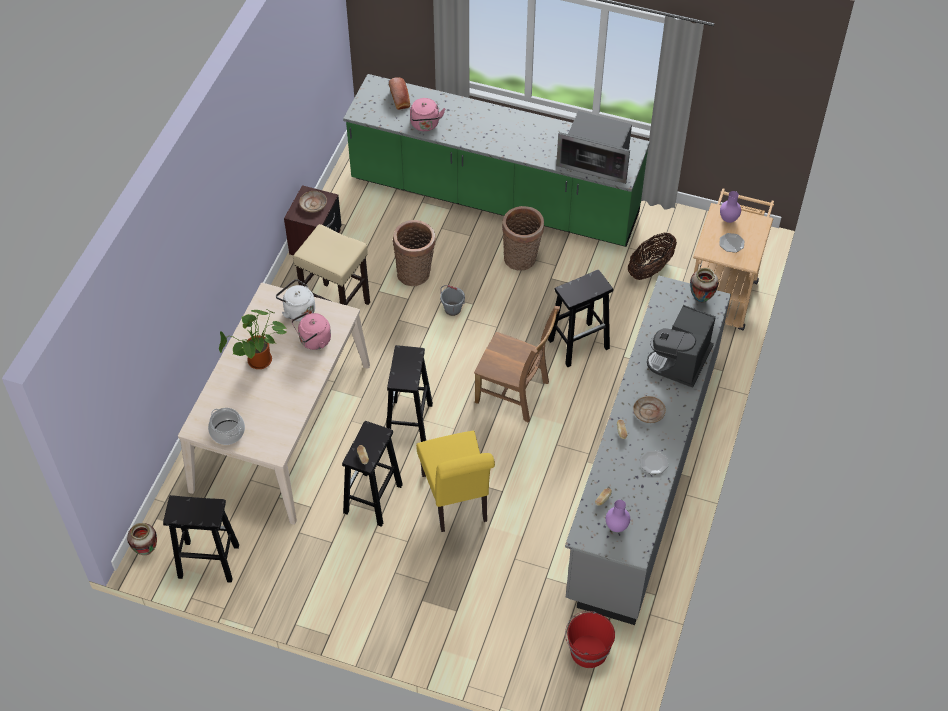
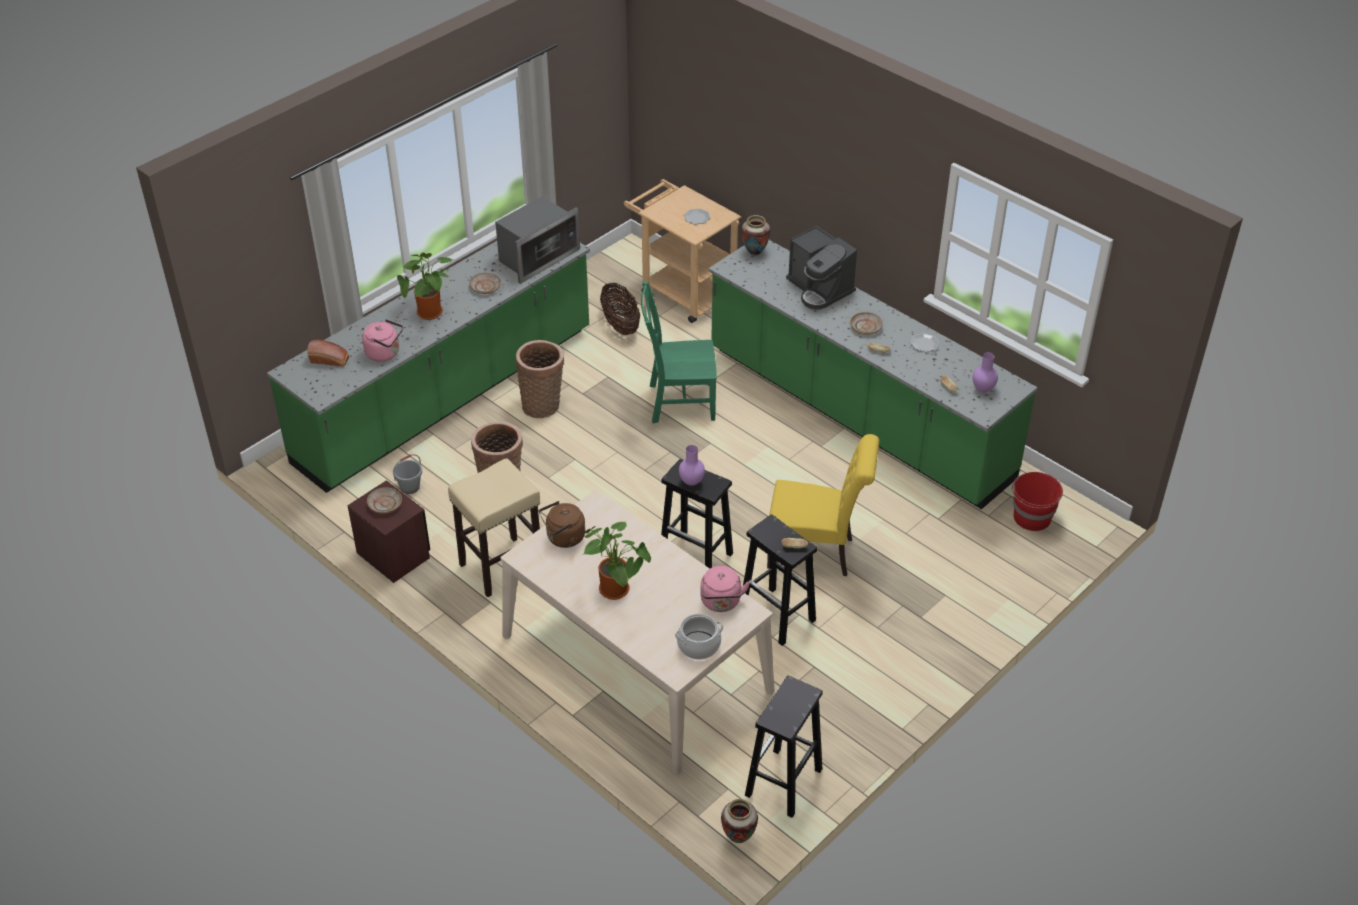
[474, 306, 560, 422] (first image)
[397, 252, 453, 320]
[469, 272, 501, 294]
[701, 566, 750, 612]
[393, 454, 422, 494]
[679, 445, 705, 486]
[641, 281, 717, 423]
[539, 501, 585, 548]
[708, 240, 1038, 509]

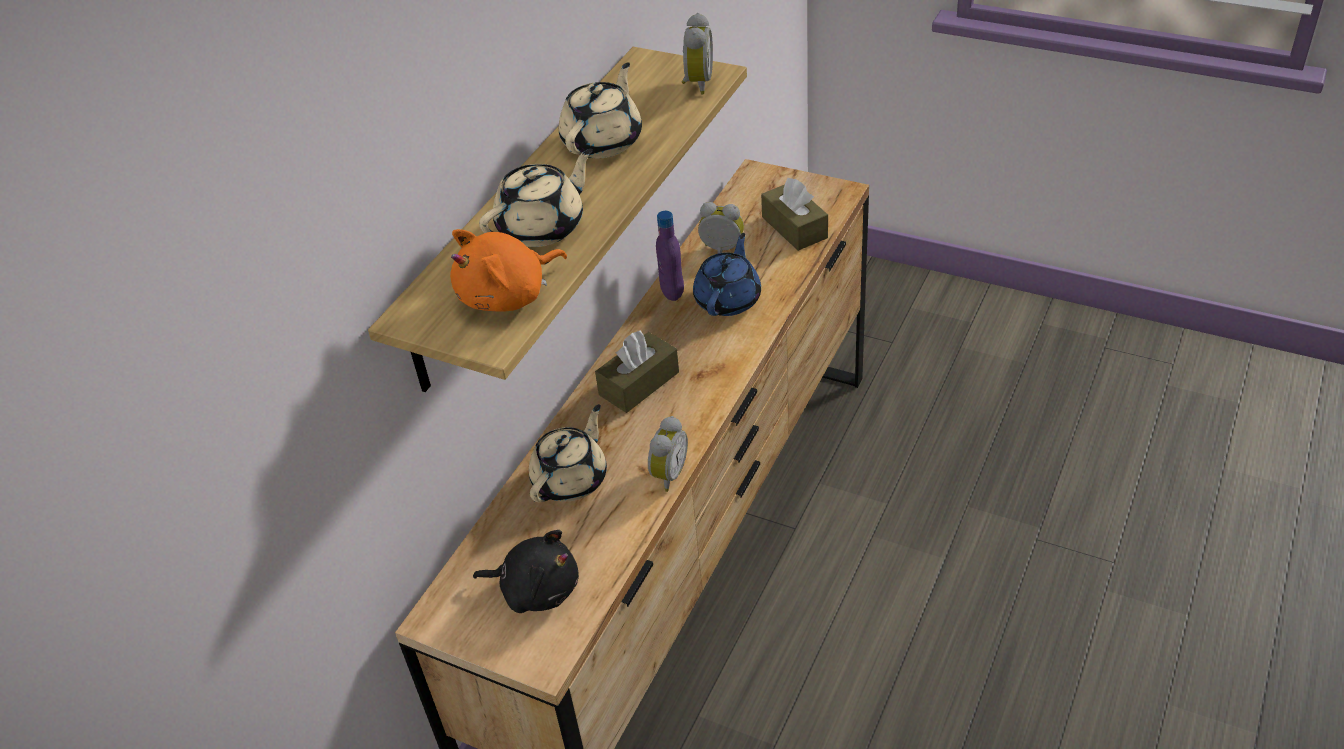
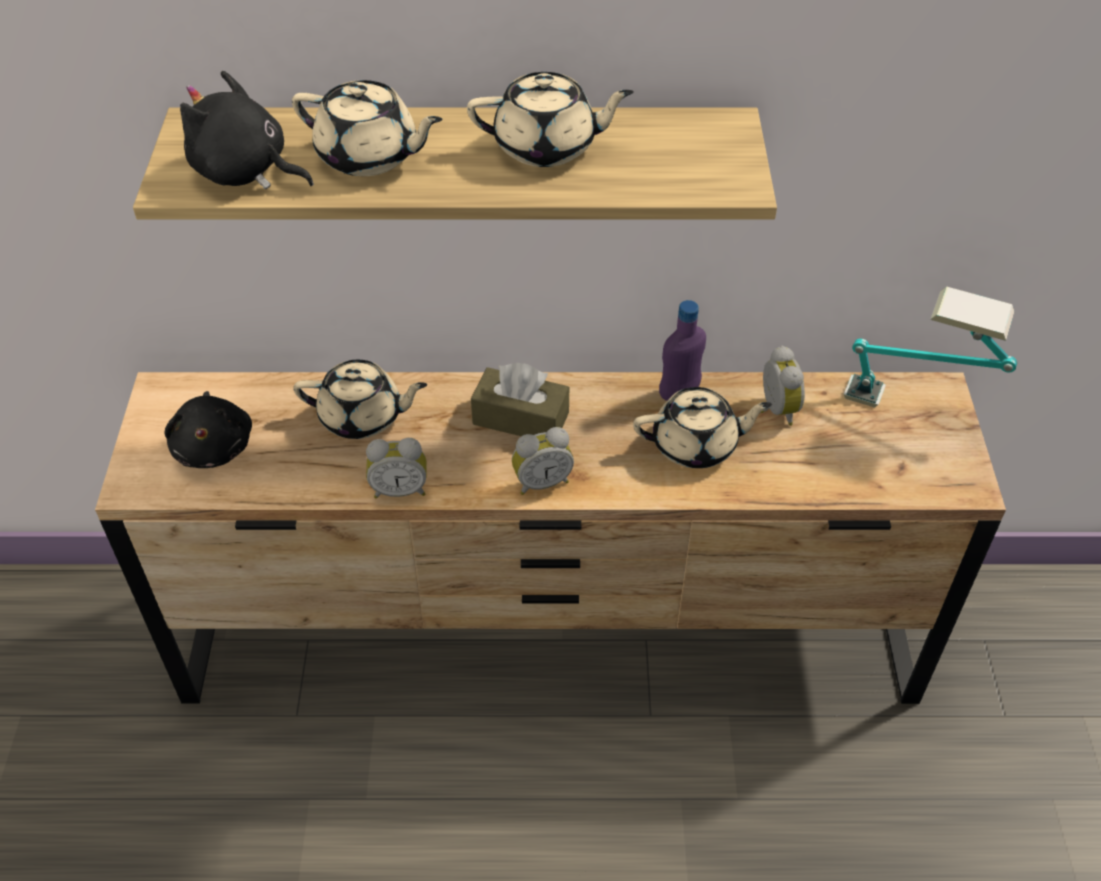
[761, 178, 828, 251] (first image)
[844, 287, 1017, 408]
[512, 427, 574, 495]
[180, 71, 314, 189]
[633, 387, 772, 468]

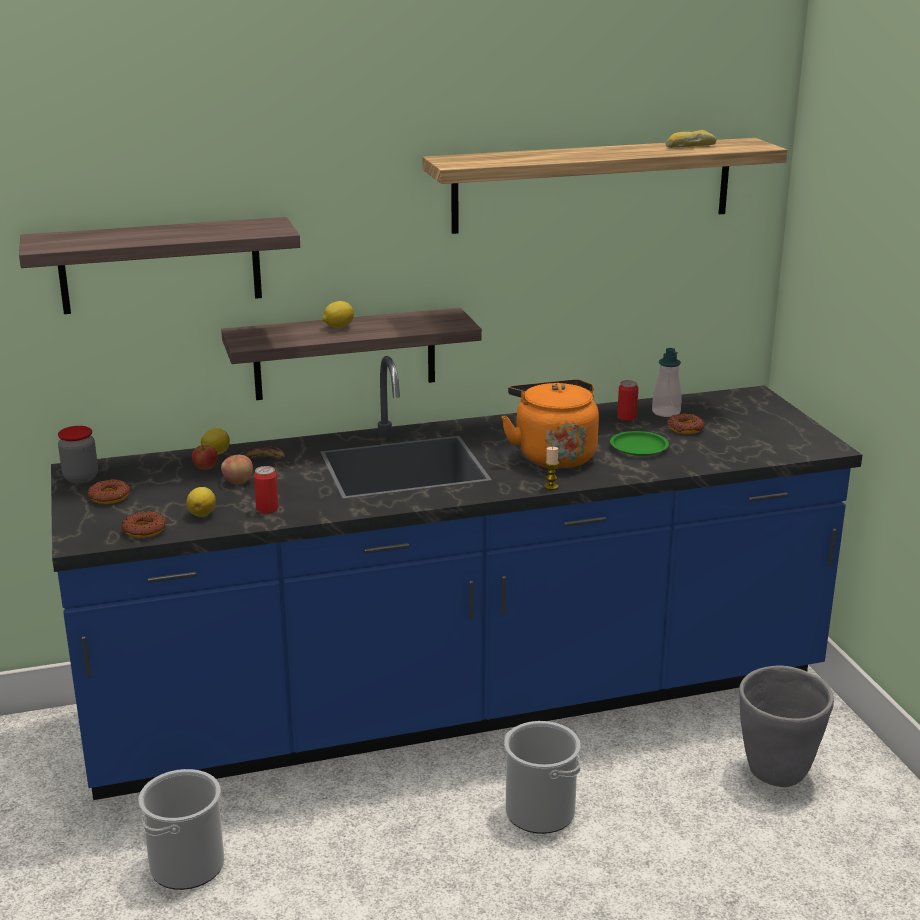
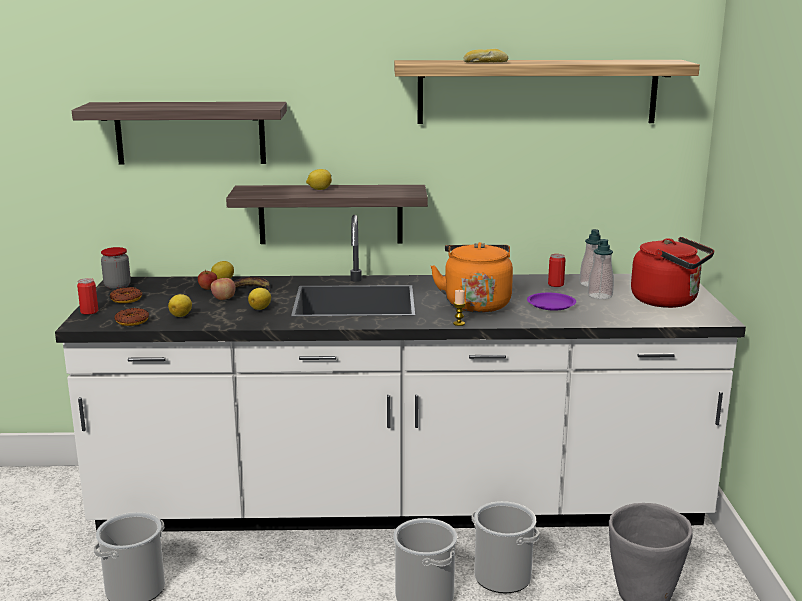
[248, 288, 271, 310]
[472, 501, 539, 593]
[631, 237, 714, 308]
[77, 278, 99, 315]
[464, 49, 508, 62]
[588, 239, 614, 299]
[55, 215, 746, 532]
[527, 293, 576, 311]

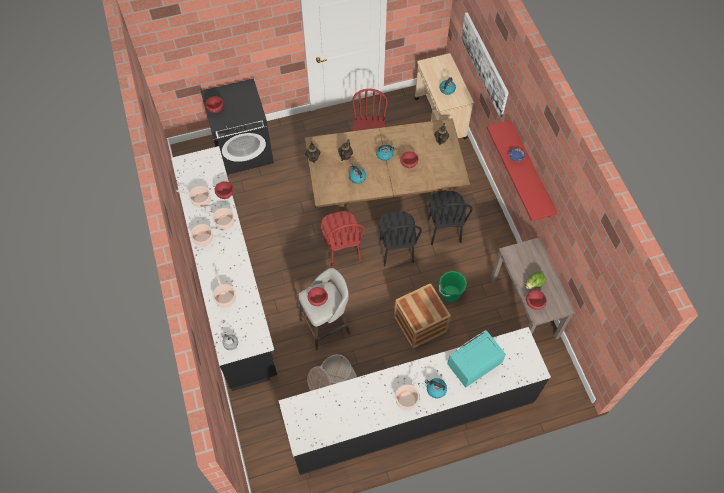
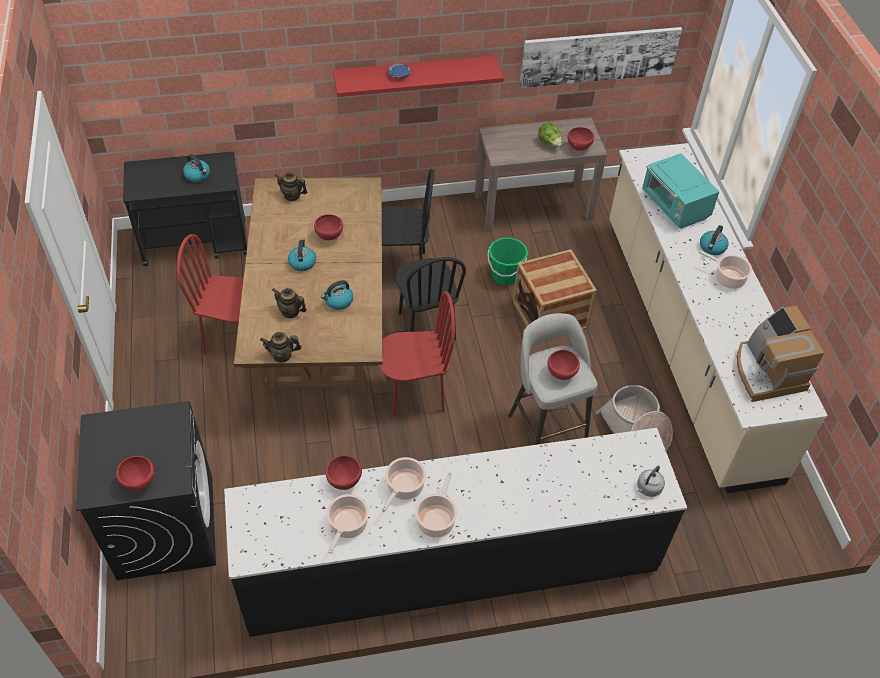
[213, 272, 236, 308] (first image)
[737, 306, 824, 402]
[520, 27, 682, 88]
[609, 143, 828, 493]
[123, 151, 247, 266]
[395, 257, 466, 340]

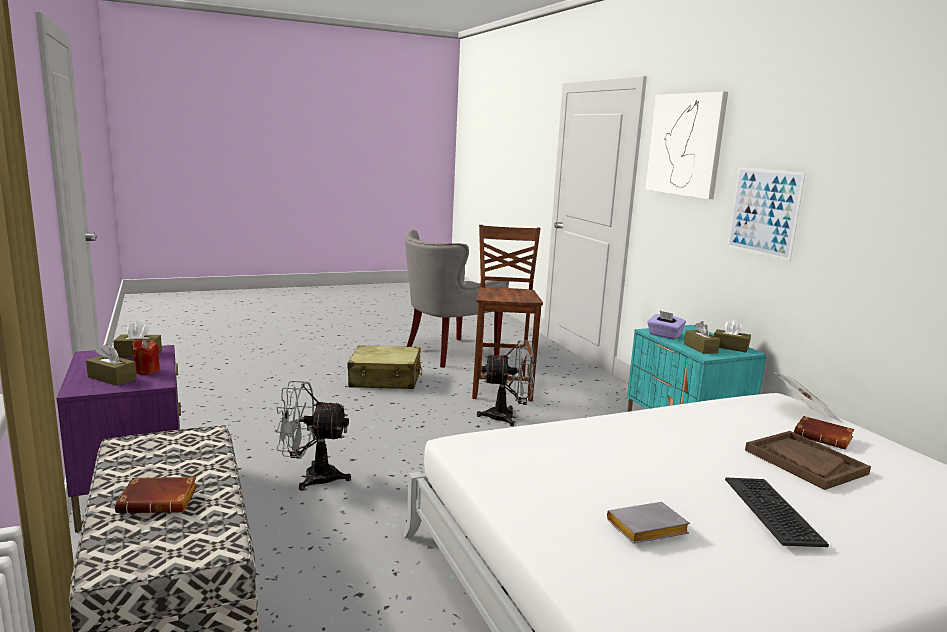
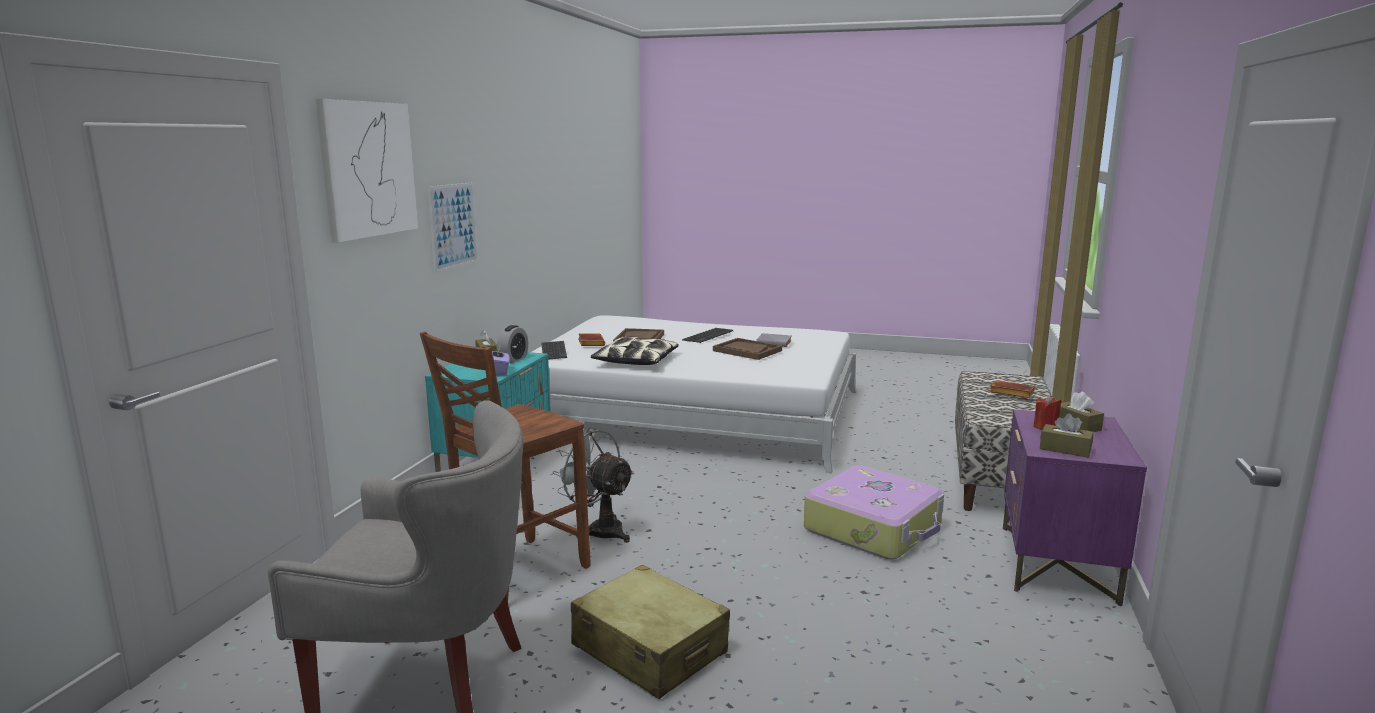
[591, 336, 679, 365]
[713, 338, 782, 360]
[804, 465, 944, 559]
[497, 325, 528, 363]
[541, 341, 567, 360]

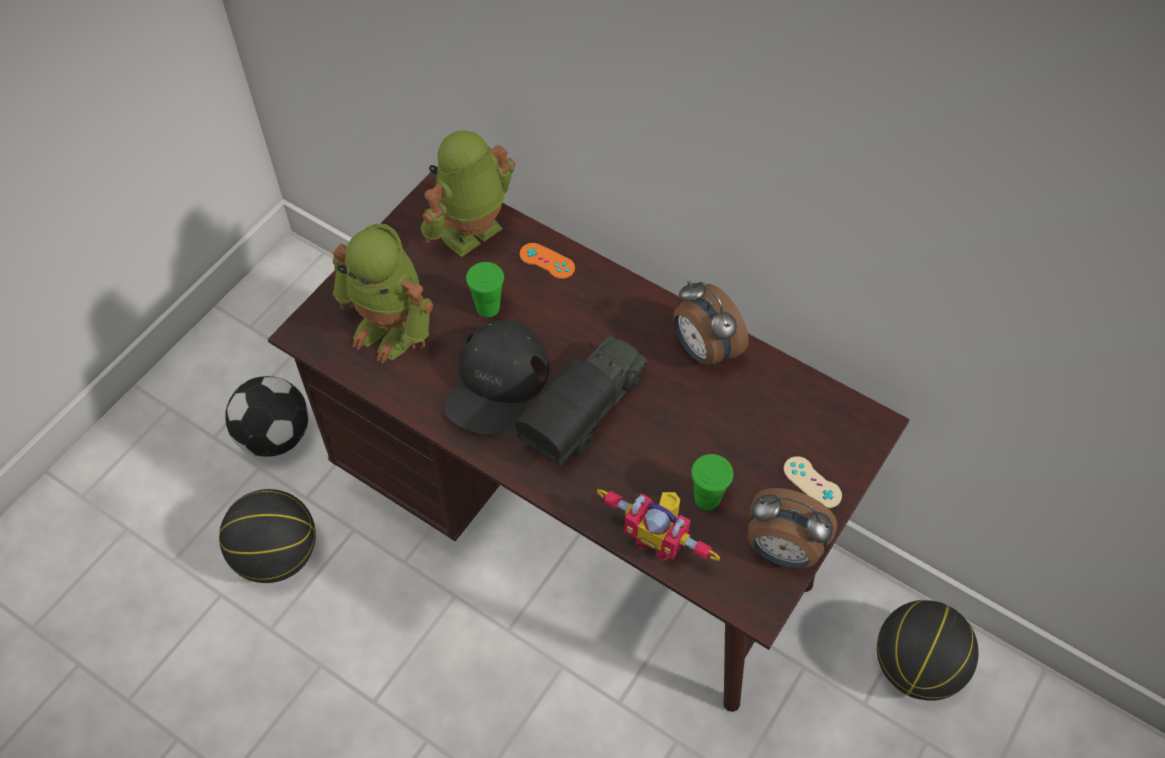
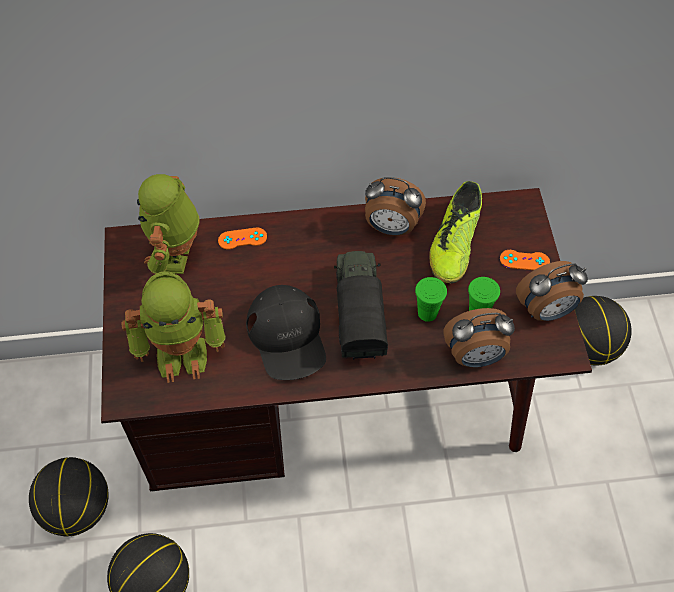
[429, 181, 482, 283]
[415, 277, 447, 322]
[29, 457, 109, 537]
[443, 308, 515, 367]
[500, 250, 550, 270]

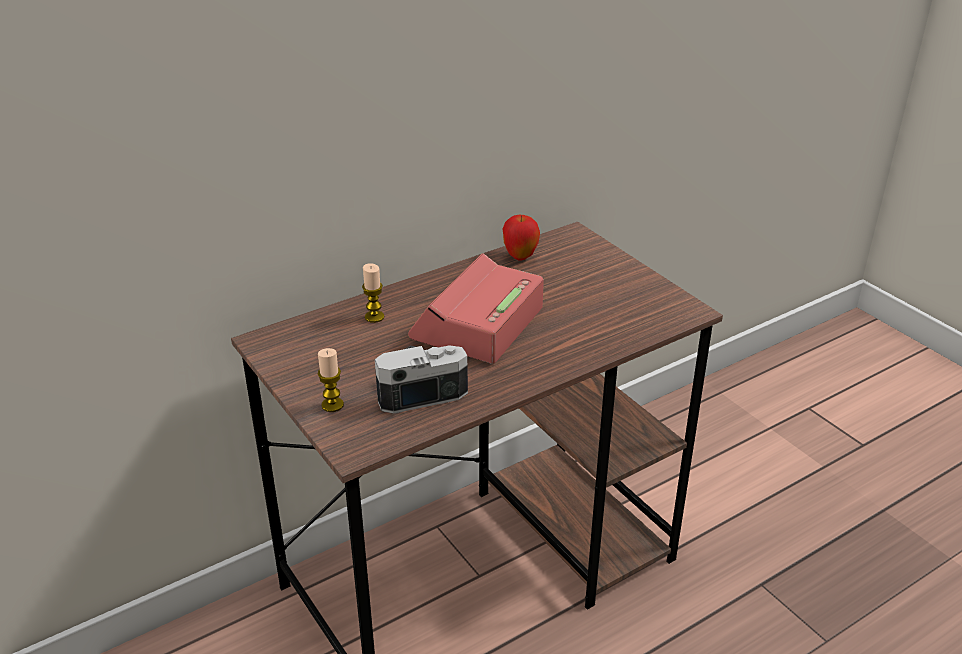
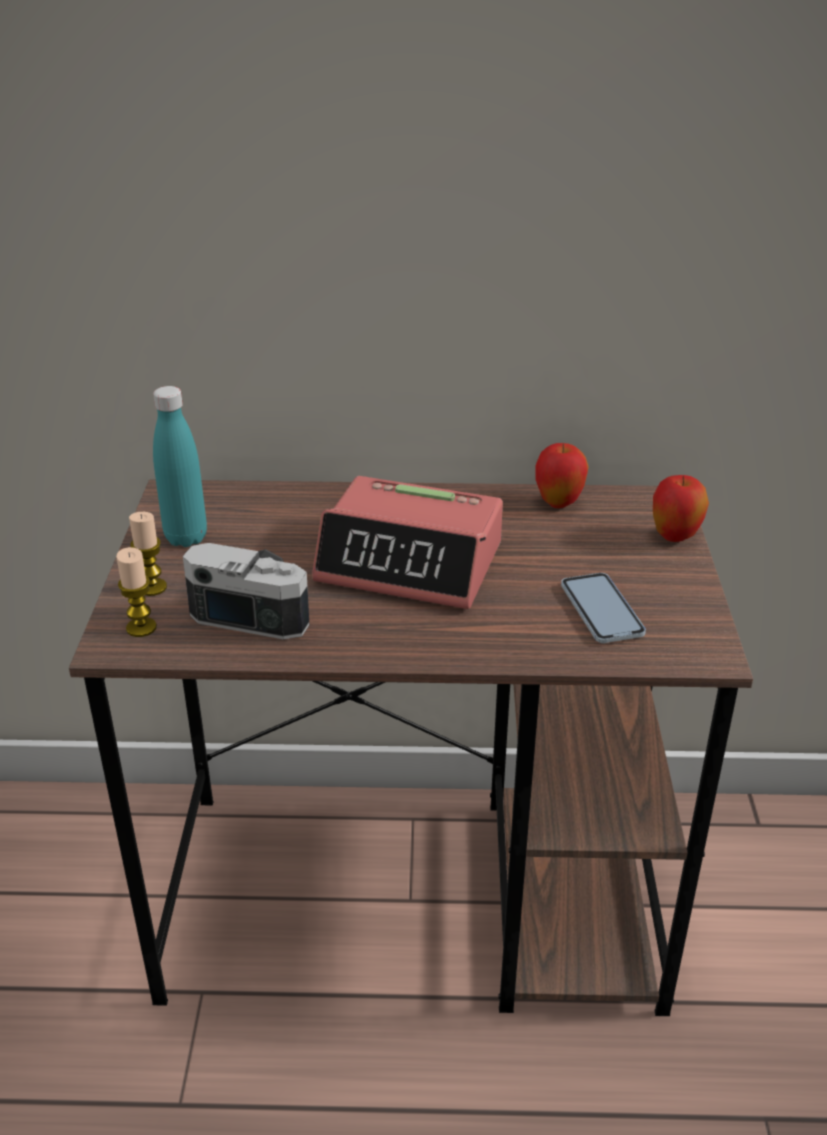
[153, 386, 207, 547]
[561, 573, 646, 643]
[653, 475, 709, 542]
[116, 547, 157, 637]
[312, 476, 503, 609]

